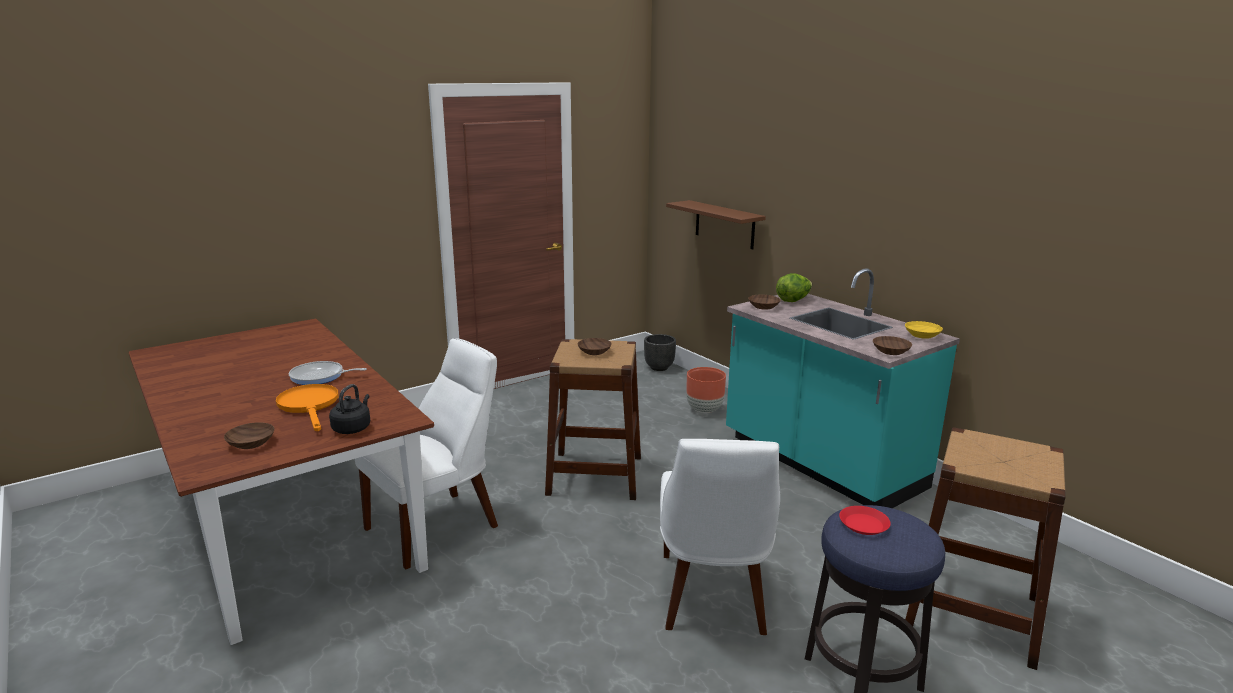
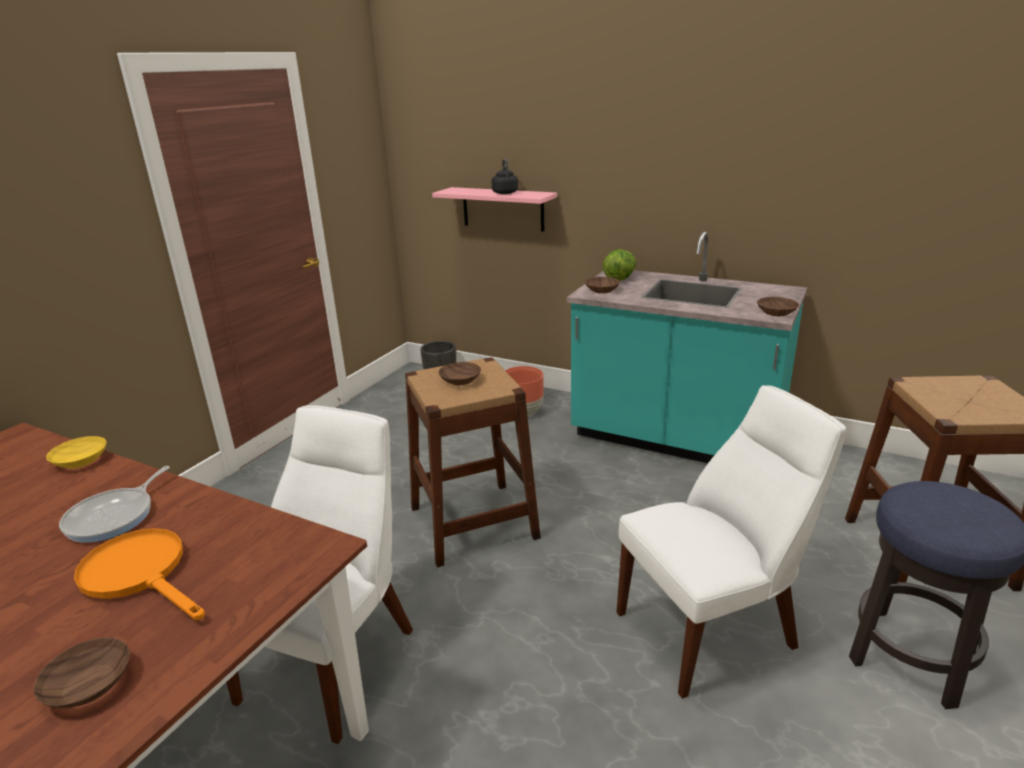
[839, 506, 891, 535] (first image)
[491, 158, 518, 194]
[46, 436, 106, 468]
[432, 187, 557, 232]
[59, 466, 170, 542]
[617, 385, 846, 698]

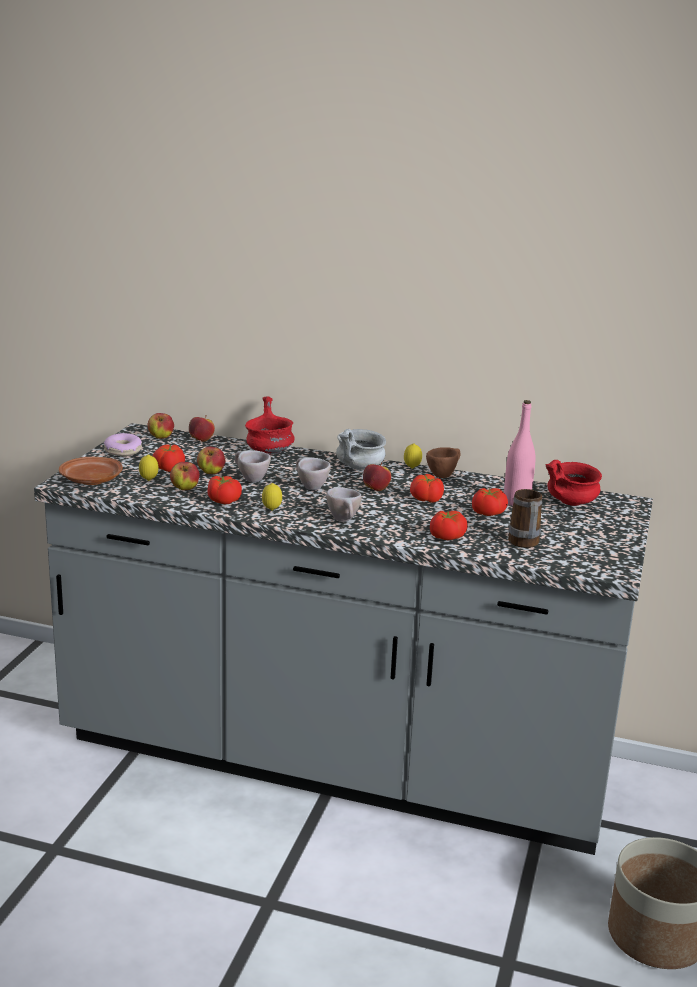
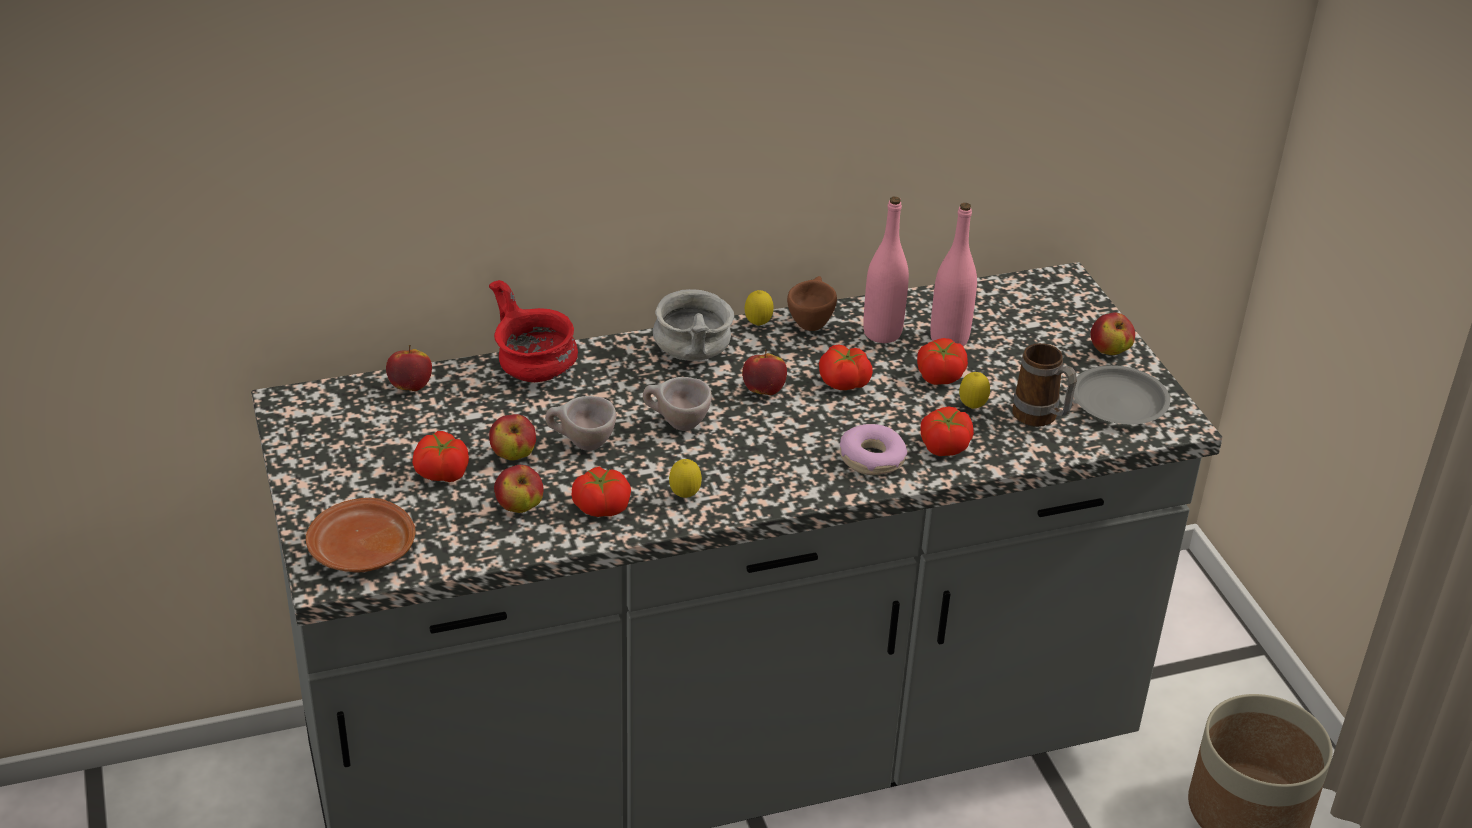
[326, 487, 361, 522] (first image)
[545, 460, 602, 506] (first image)
[863, 197, 909, 343]
[1073, 365, 1170, 425]
[840, 424, 907, 475]
[959, 372, 990, 409]
[1091, 313, 1135, 355]

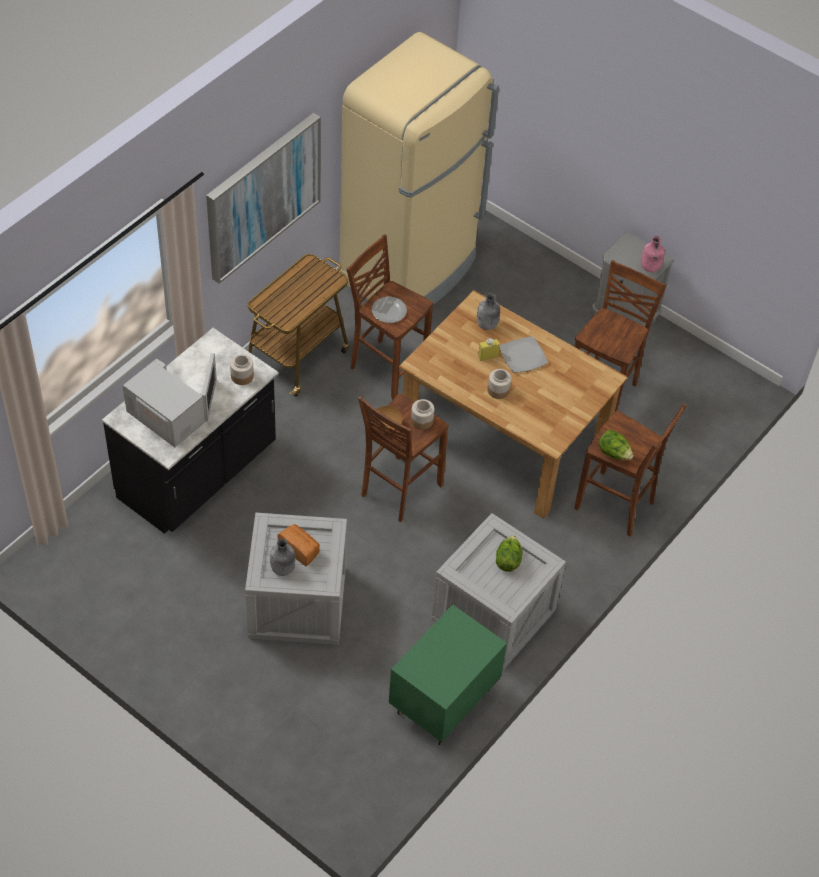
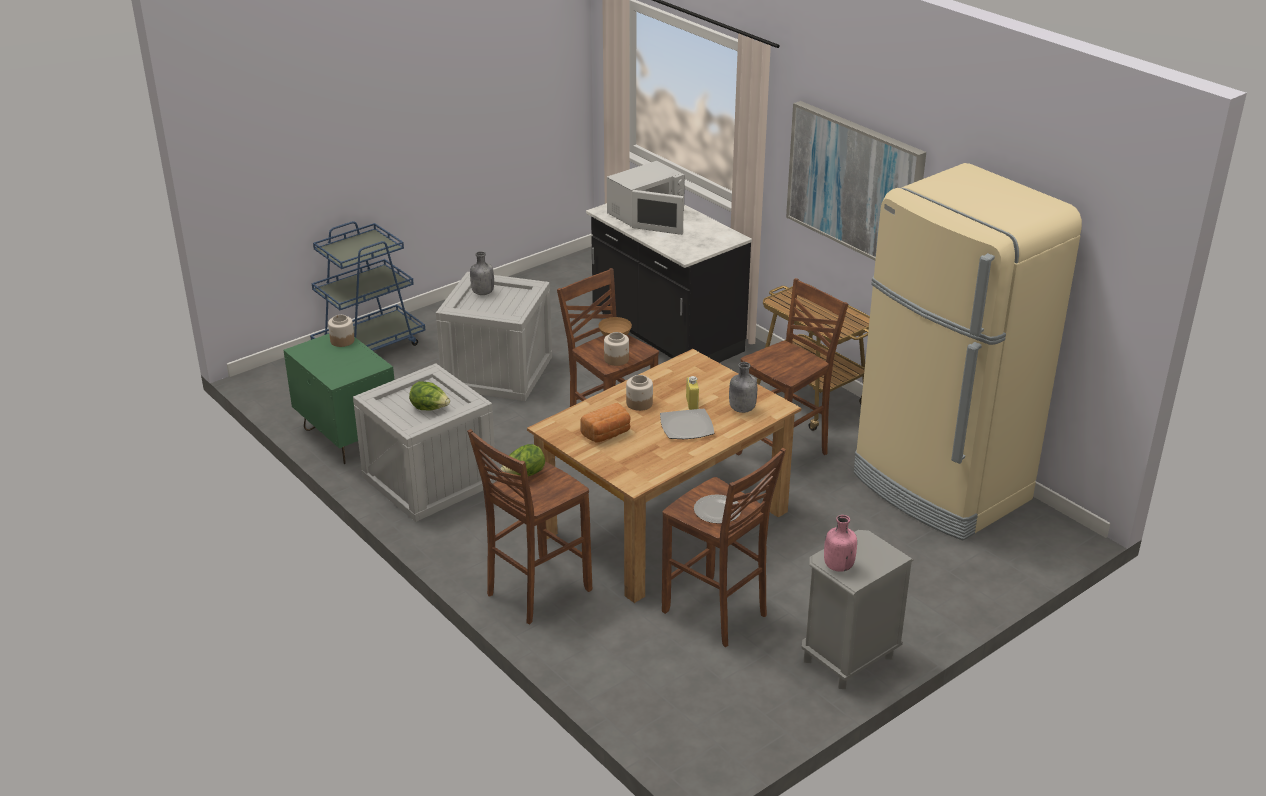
[310, 221, 425, 351]
[328, 315, 355, 347]
[580, 403, 631, 442]
[694, 494, 741, 524]

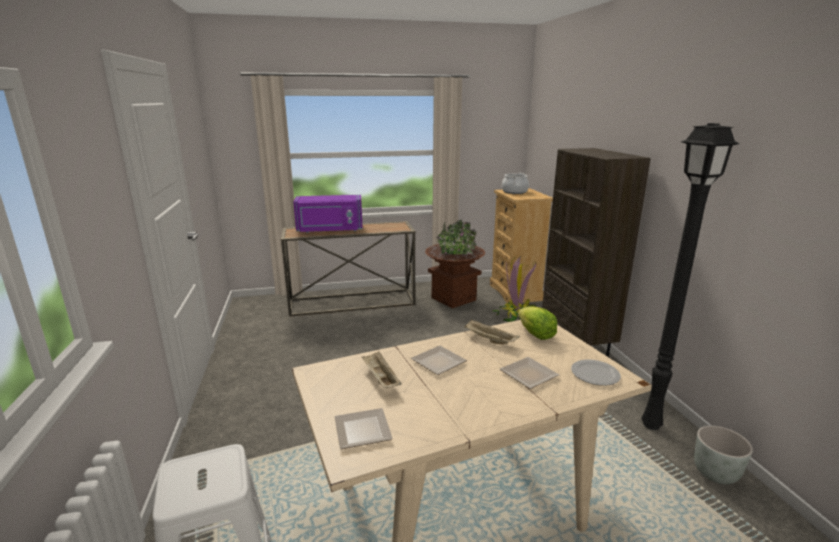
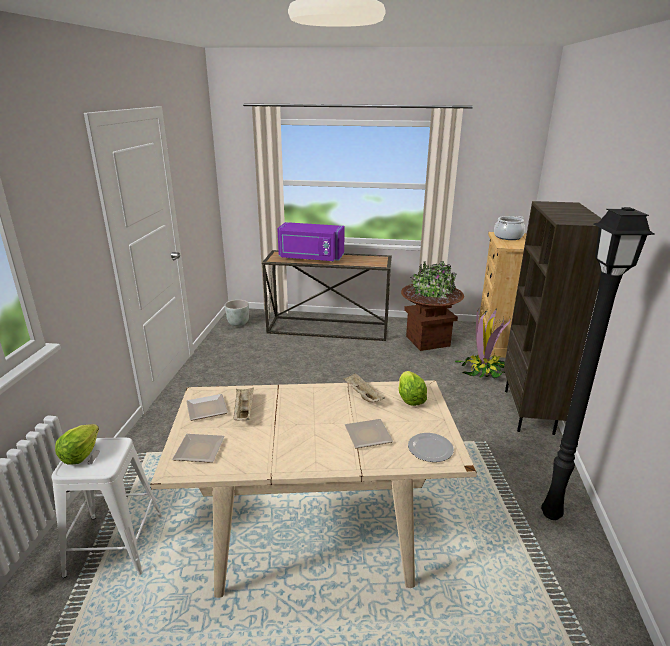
[55, 424, 99, 465]
[186, 394, 228, 421]
[225, 300, 249, 326]

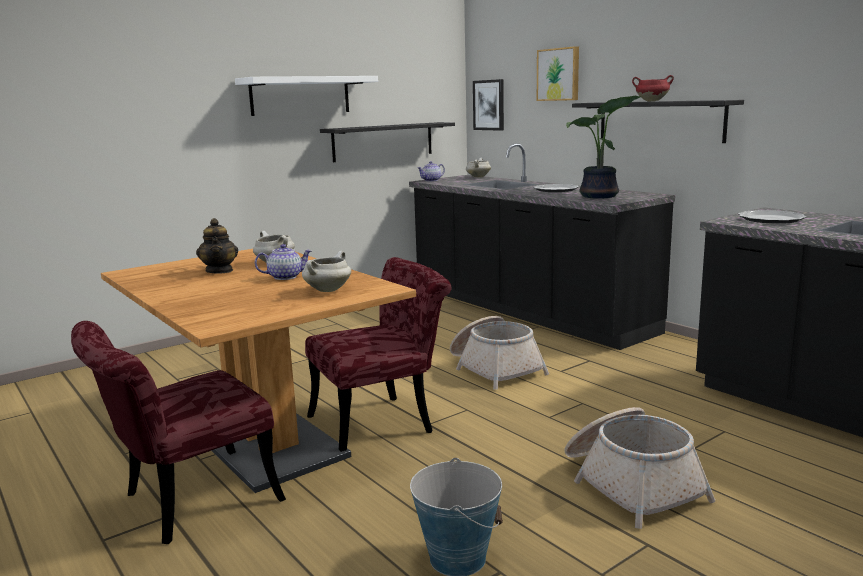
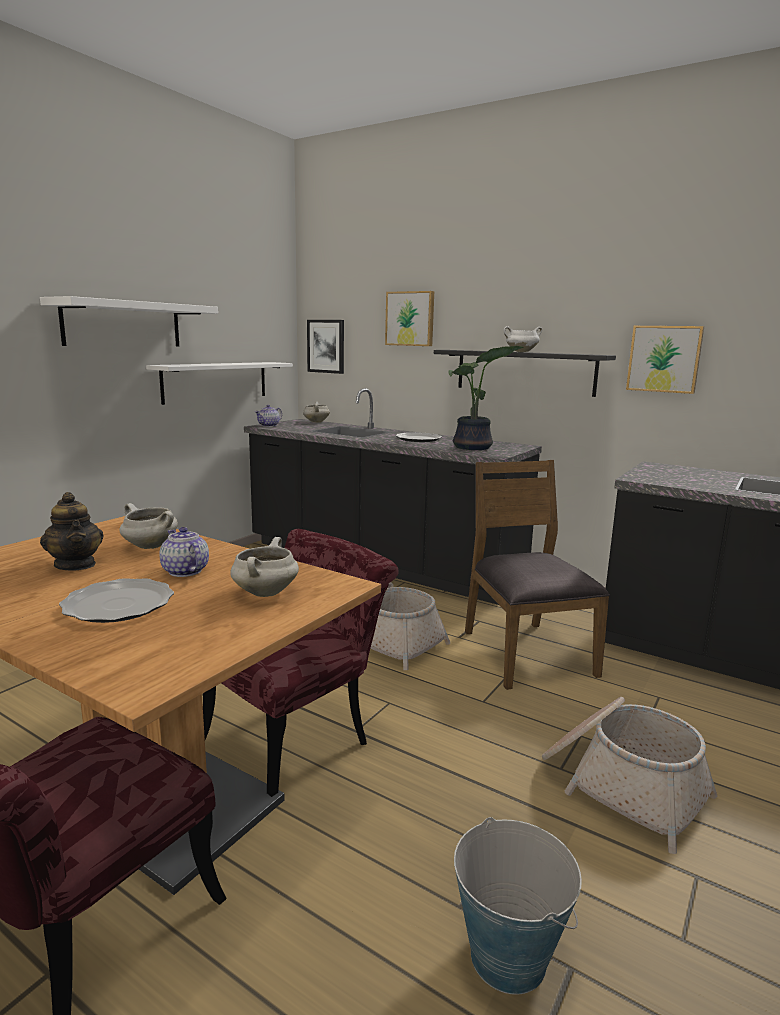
[465, 460, 610, 690]
[626, 326, 704, 394]
[59, 578, 174, 623]
[146, 362, 293, 405]
[504, 326, 542, 352]
[159, 527, 209, 577]

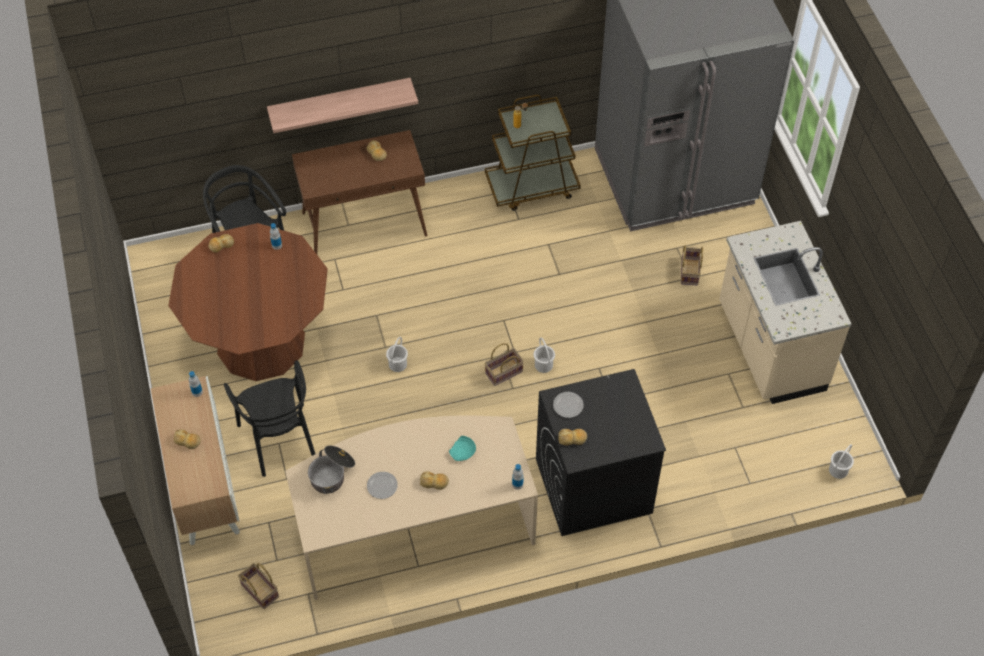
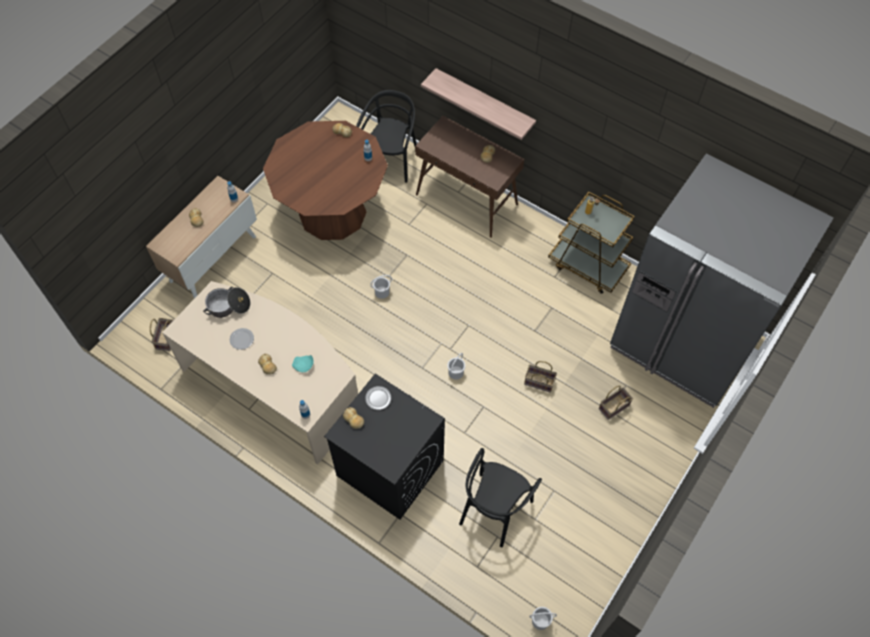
[719, 221, 851, 404] (first image)
[459, 448, 542, 547]
[524, 361, 557, 393]

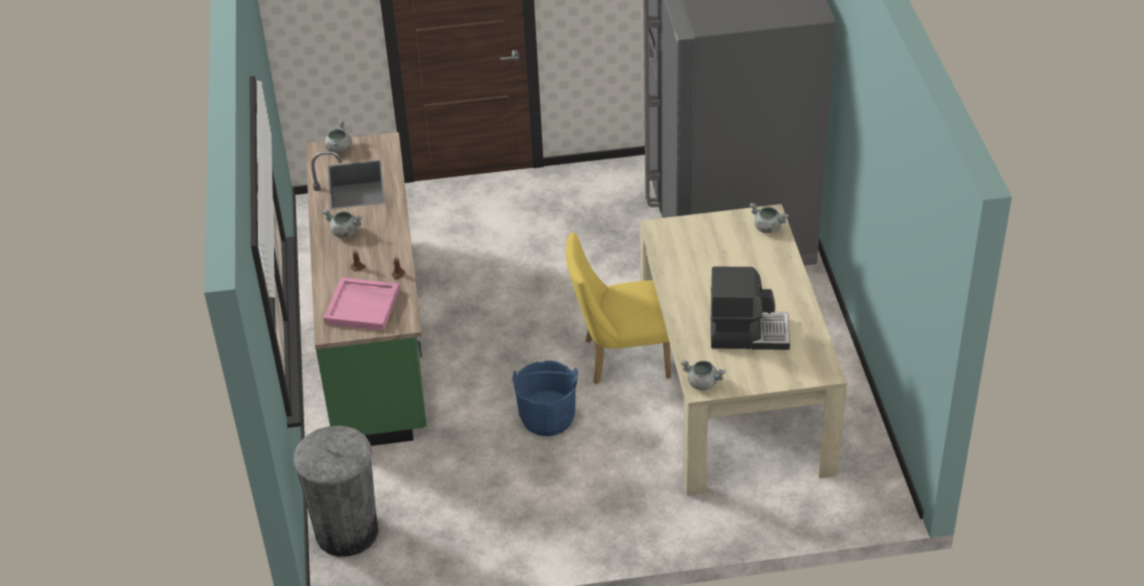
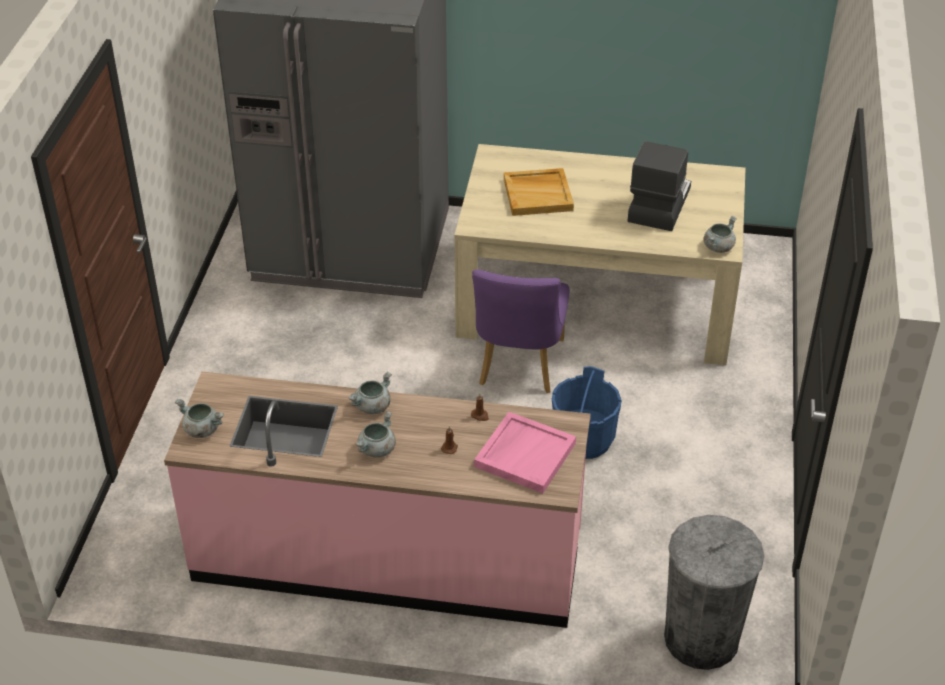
[504, 168, 574, 216]
[348, 371, 392, 414]
[164, 372, 590, 628]
[472, 269, 570, 393]

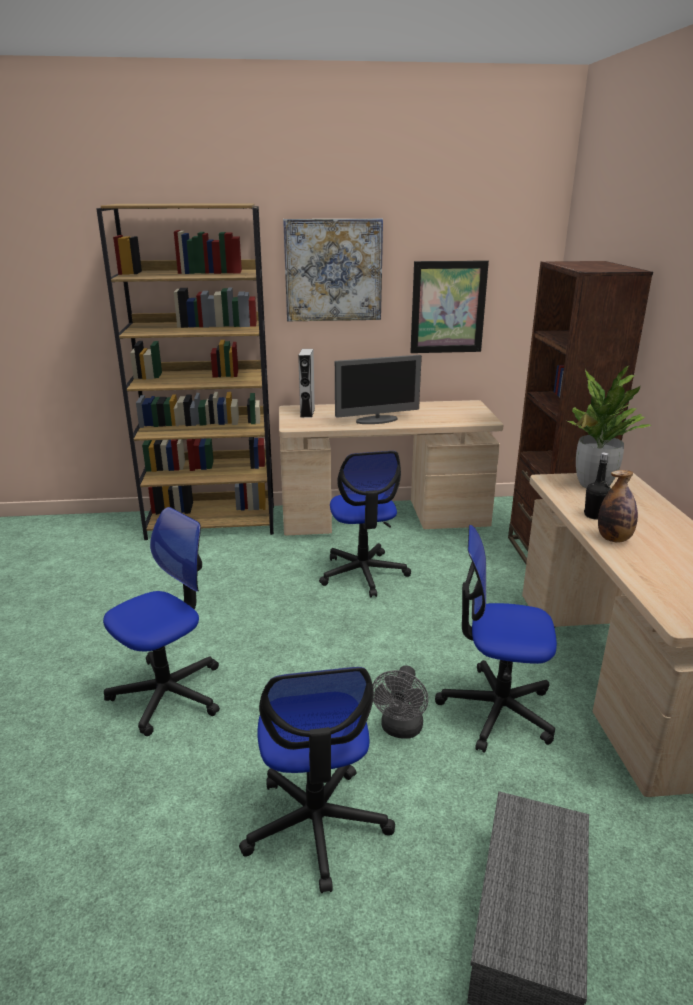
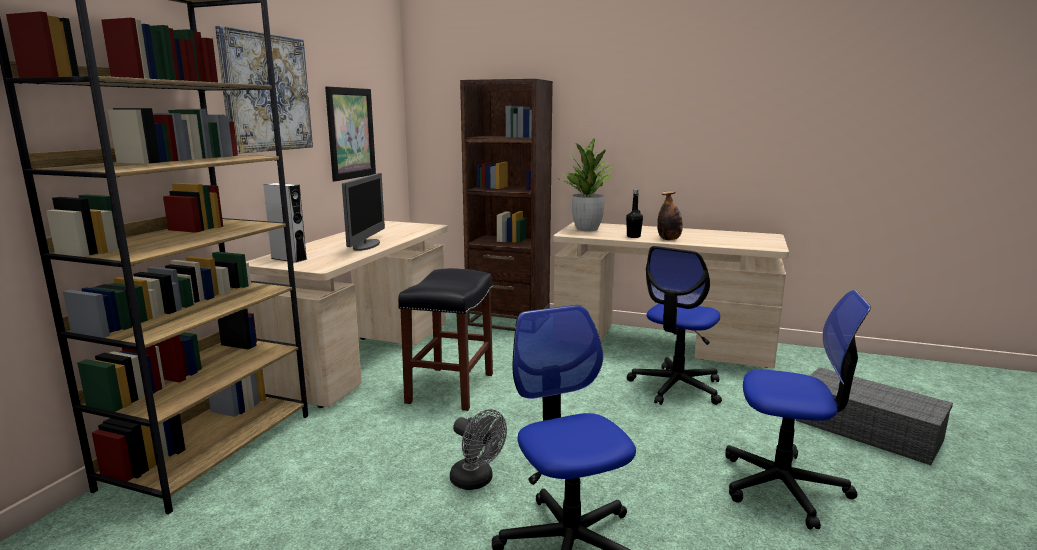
[450, 409, 507, 490]
[398, 268, 493, 411]

